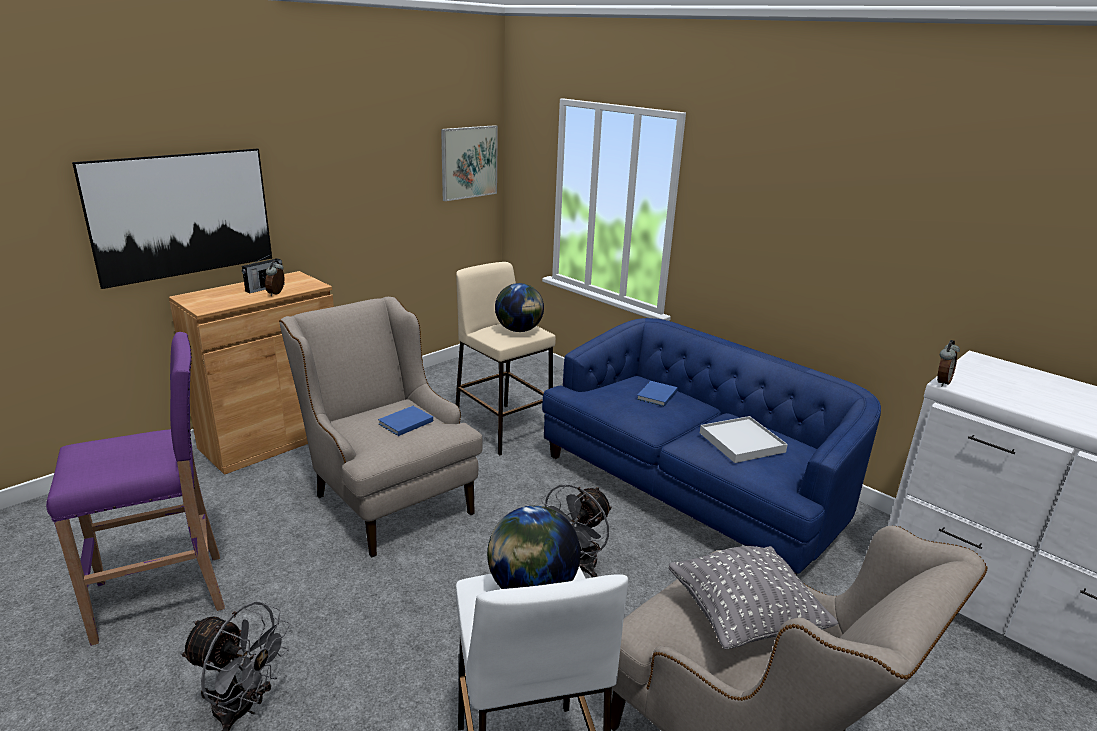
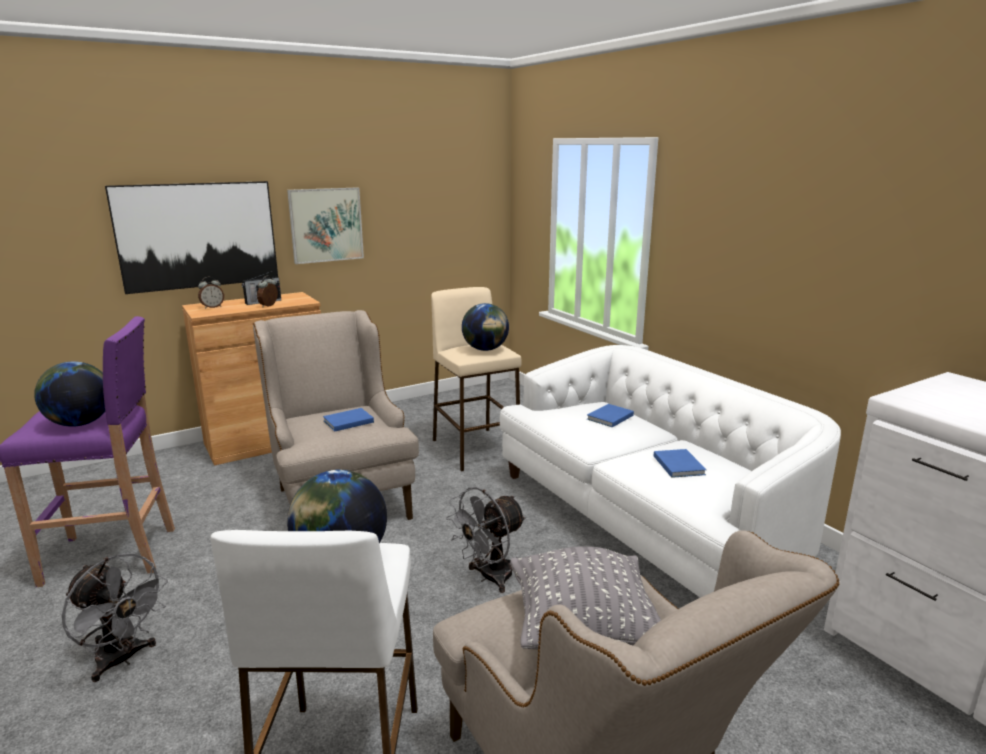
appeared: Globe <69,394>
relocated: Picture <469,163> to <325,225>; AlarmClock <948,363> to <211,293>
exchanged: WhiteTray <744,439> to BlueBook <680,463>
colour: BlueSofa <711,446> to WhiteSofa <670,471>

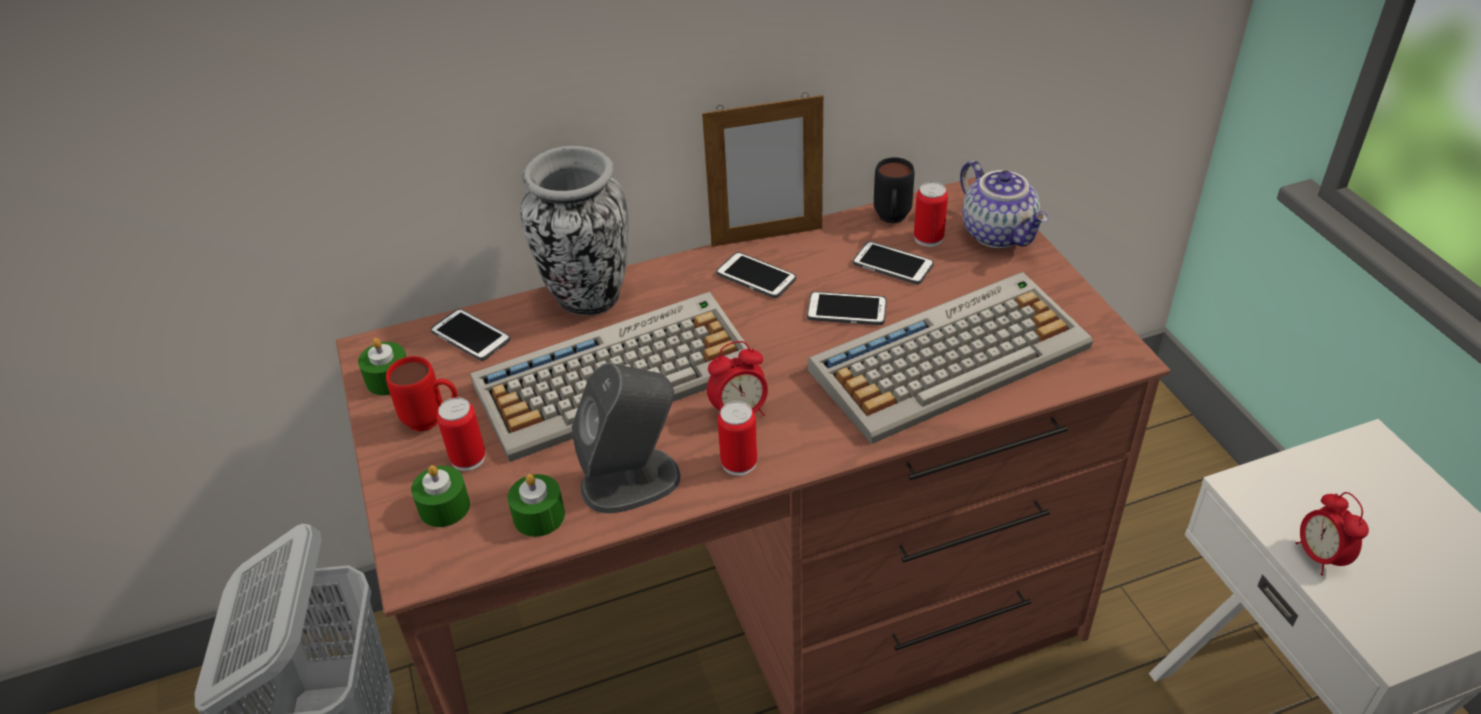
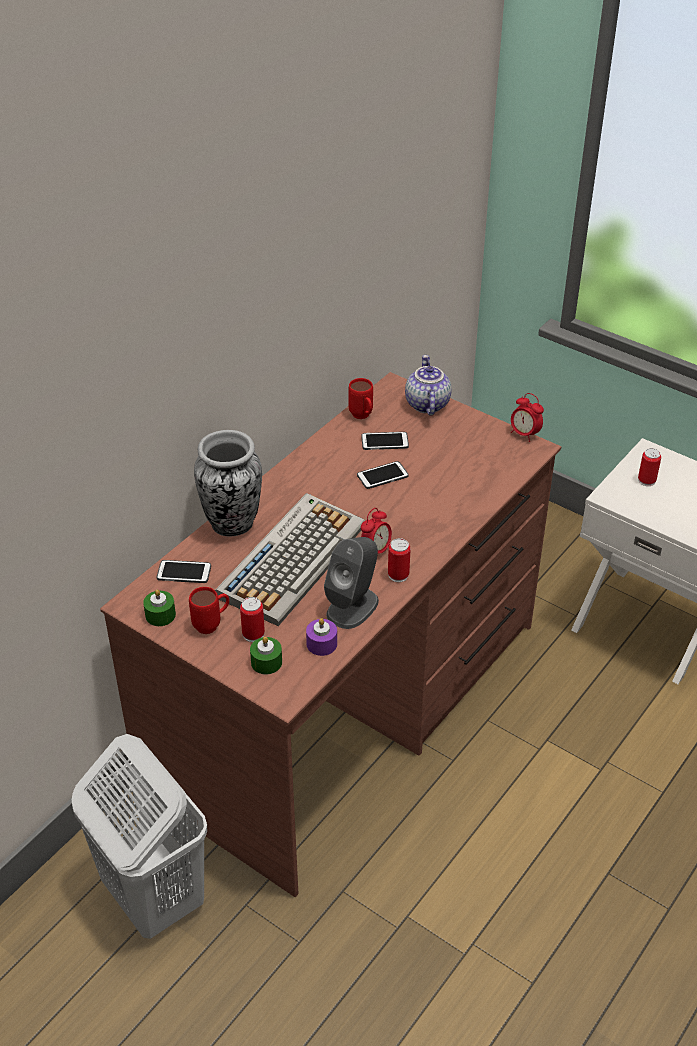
missing: PictureFrame <762,169>; Phone <756,275>; Keyboard <950,358>
relocated: Can <931,214> to <649,467>; AlarmClock <1332,534> to <527,417>
colour: BlackMug <894,190> to RedMug <361,398>; GreenCandle <536,505> to PurpleCandle <321,637>
spun: Teapot <1004,204> = <428,385> 120 degrees counterclockwise

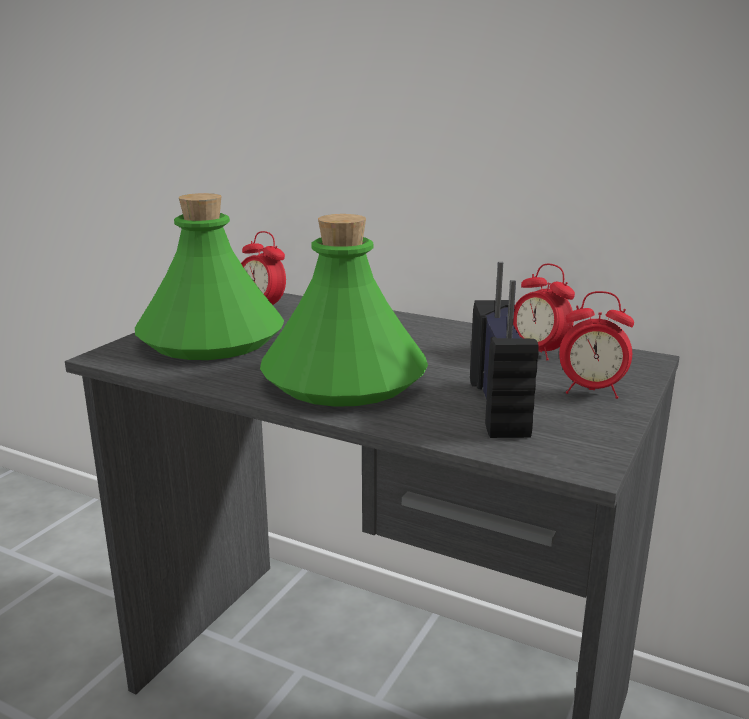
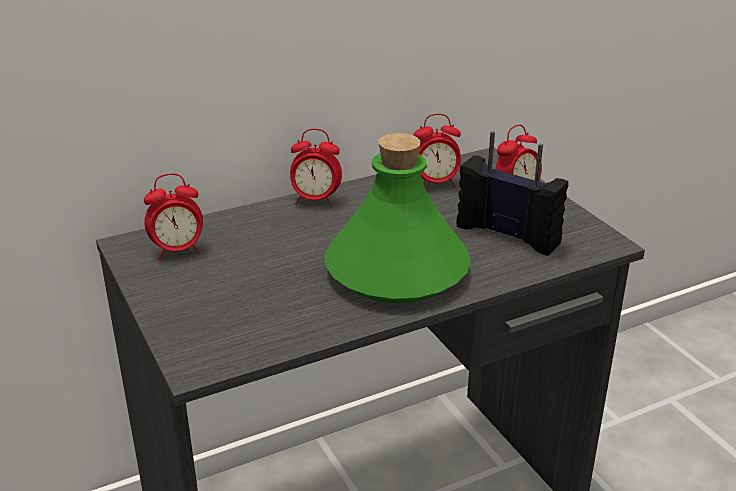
missing: GreenBottle <209,276>
appeared: AlarmClock <316,168>

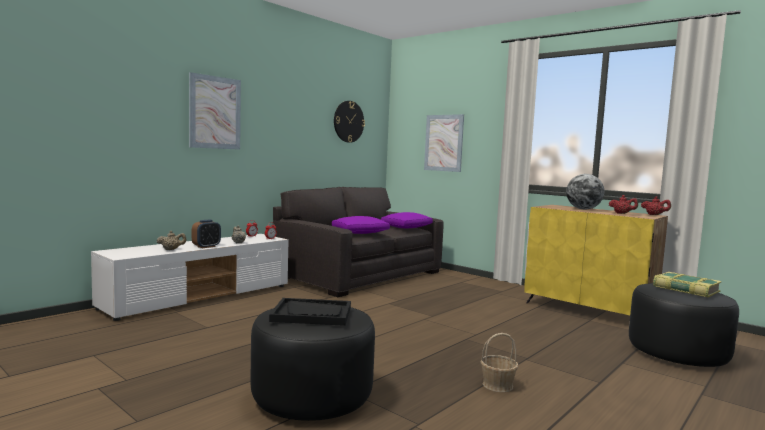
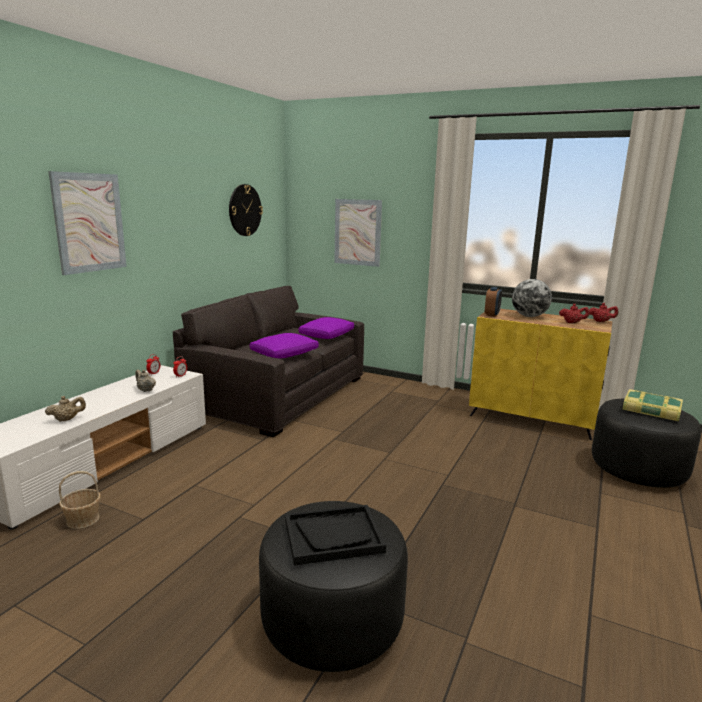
relocated: AlarmClock <206,234> to <493,302>; Basket <499,362> to <80,500>

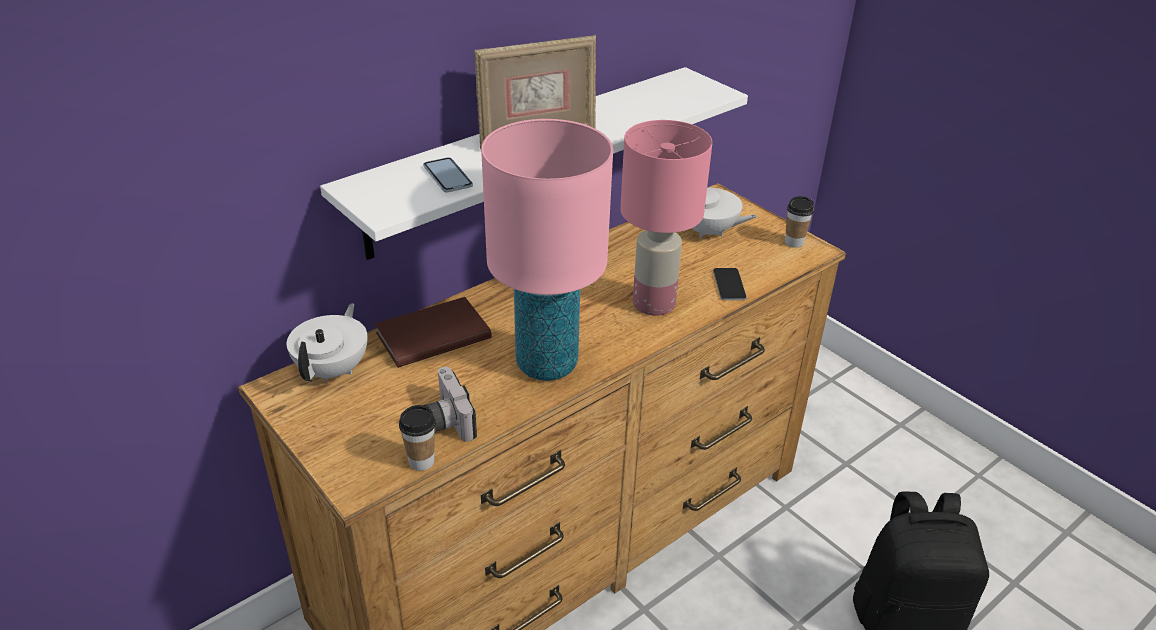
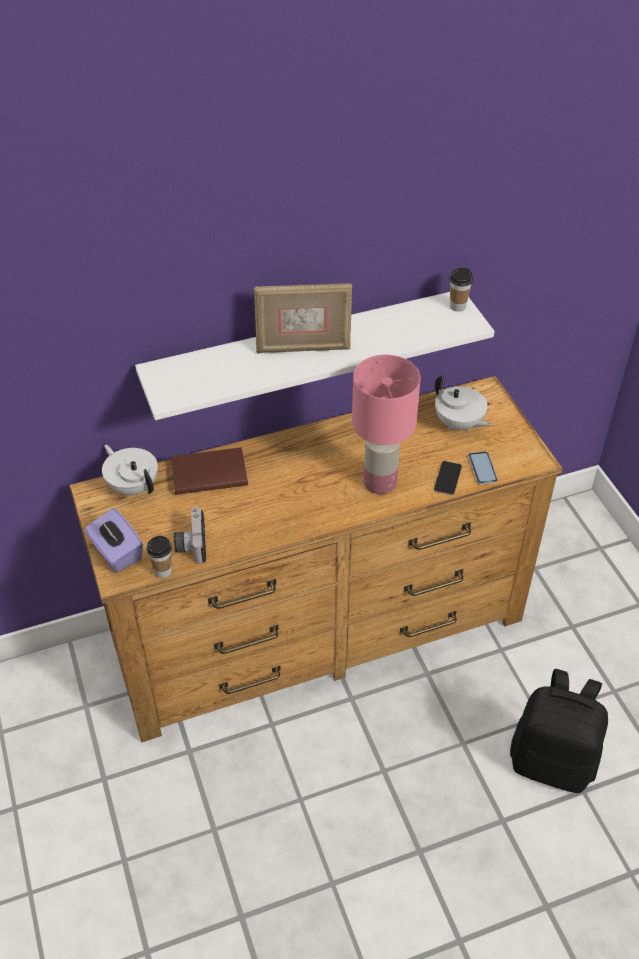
missing: PinkTableLamp <547,250>
appeared: PurpleTissueBox <114,540>
relocated: Phone <448,175> to <483,468>; Cup <799,222> to <461,290>
spun: WhiteTeapot <327,342> = <130,469> 75 degrees counterclockwise

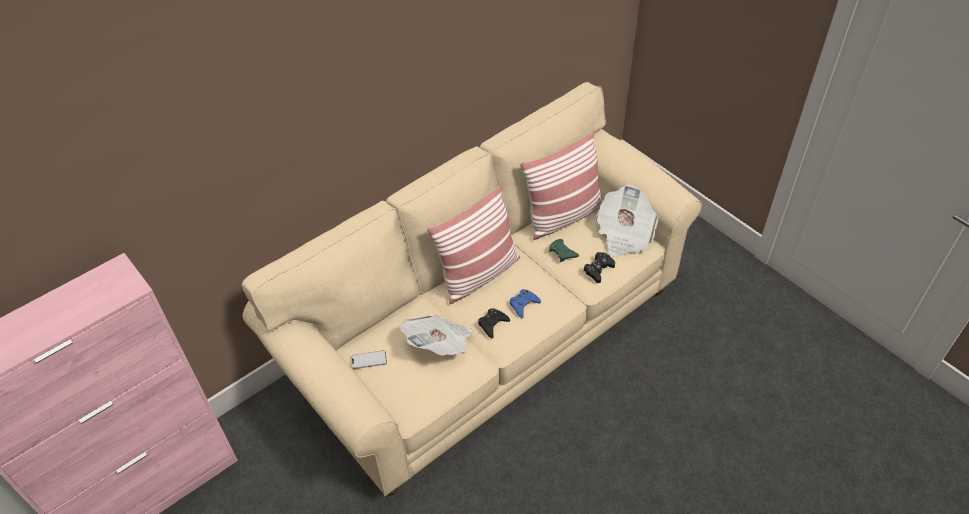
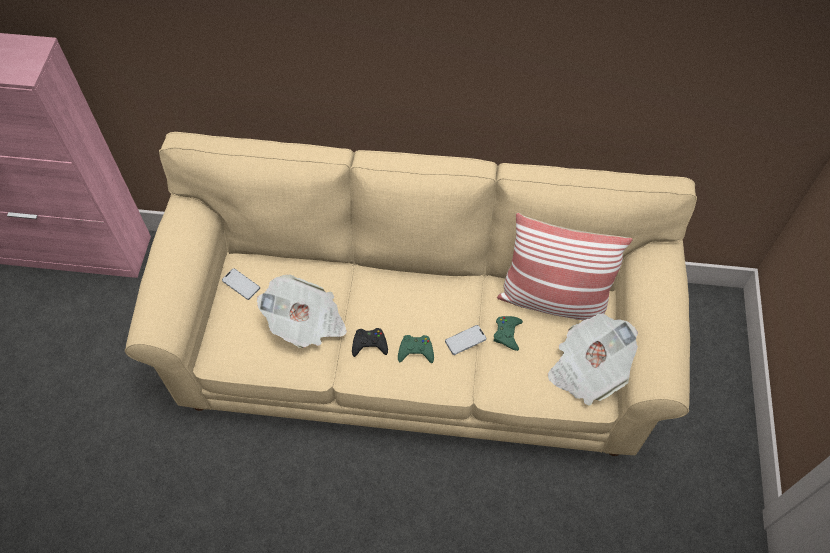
missing: Pillow <473,244>; BlackGameController <599,267>
appeared: Phone <465,340>
colour: BlueGameController <525,303> to GreenGameController <416,349>

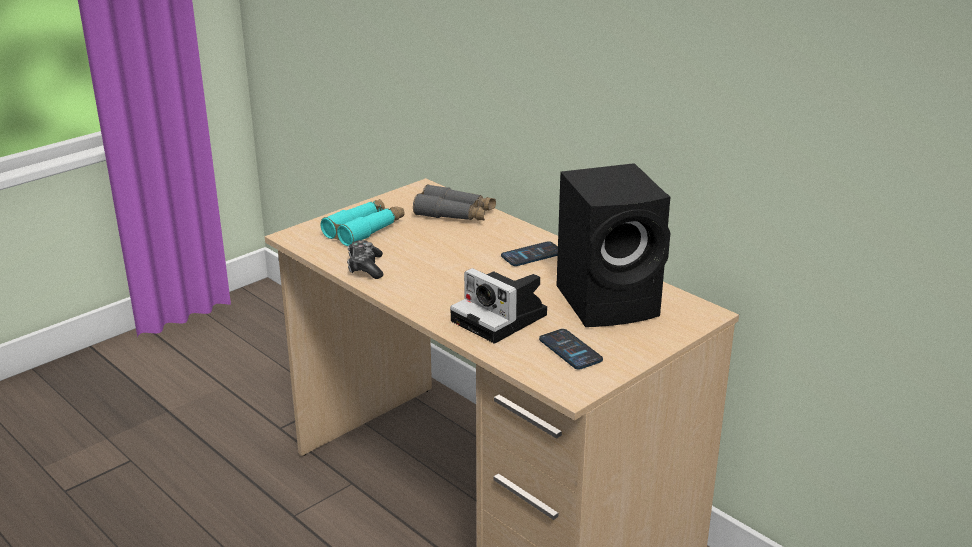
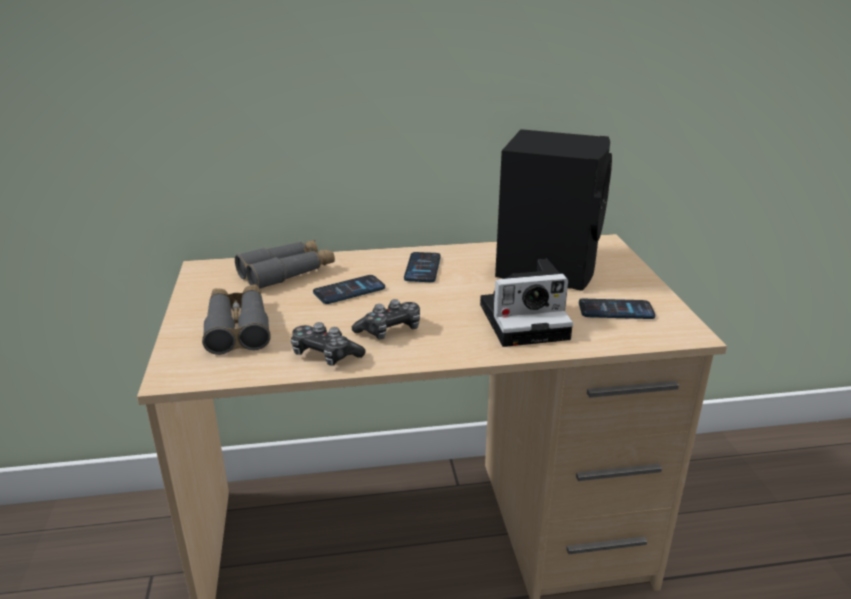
appeared: Phone <349,289>; GameController <386,319>
colour: TurquoiseBinoculars <363,222> to GreyBinoculars <236,319>

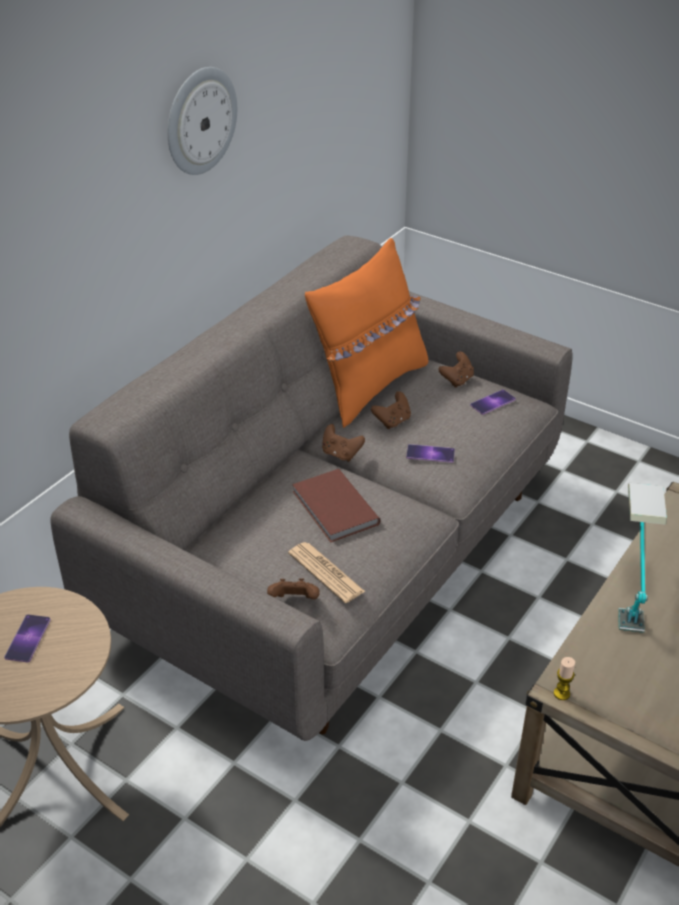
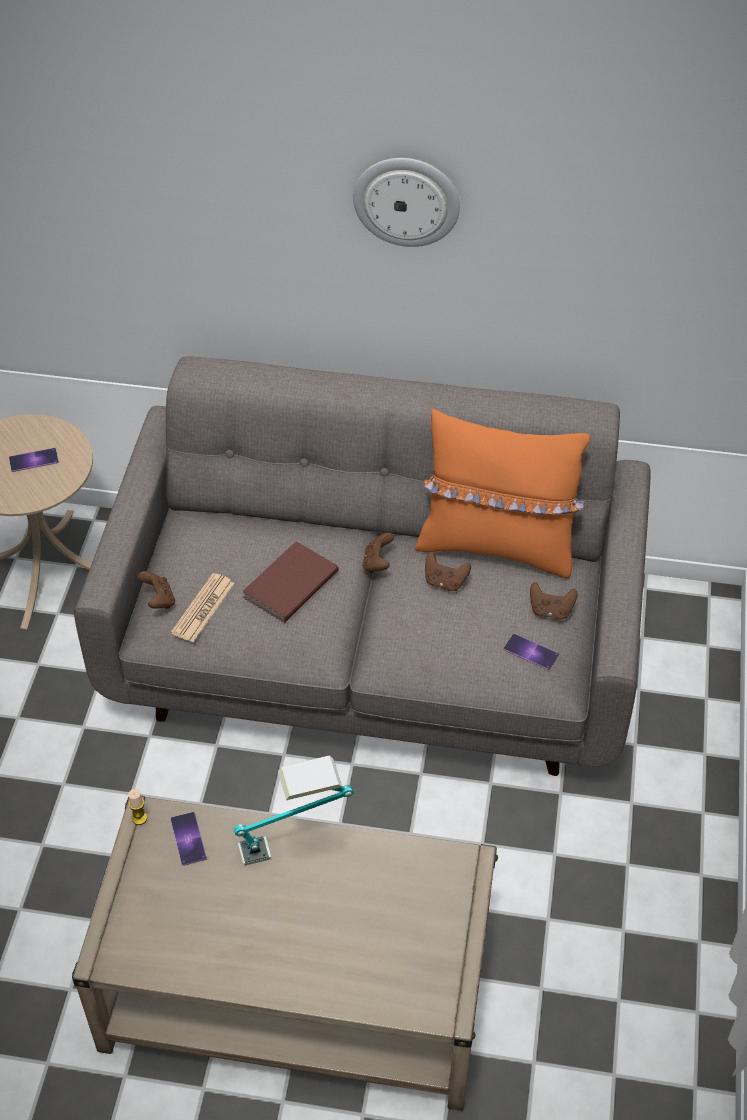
relocated: Phone <430,453> to <188,839>

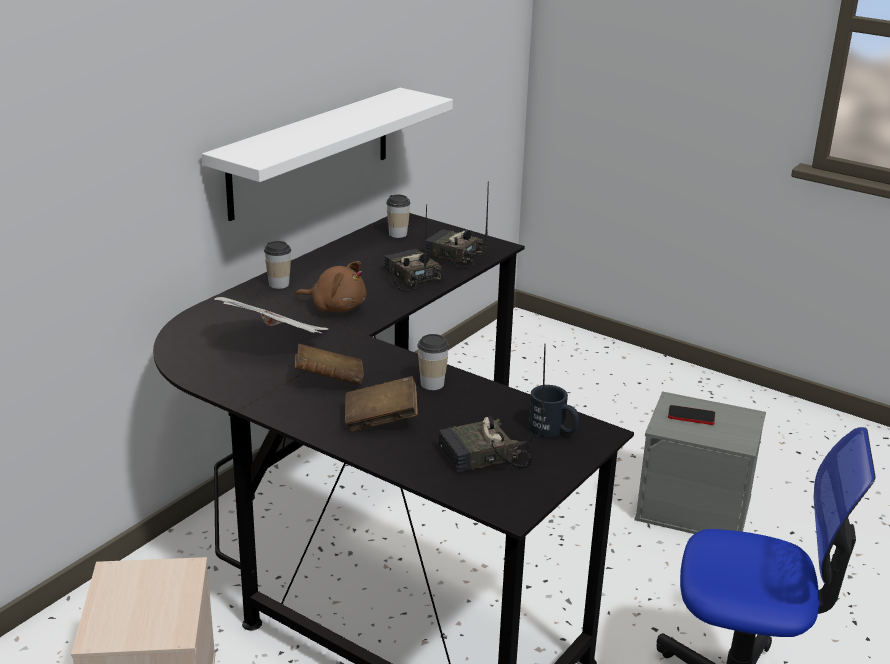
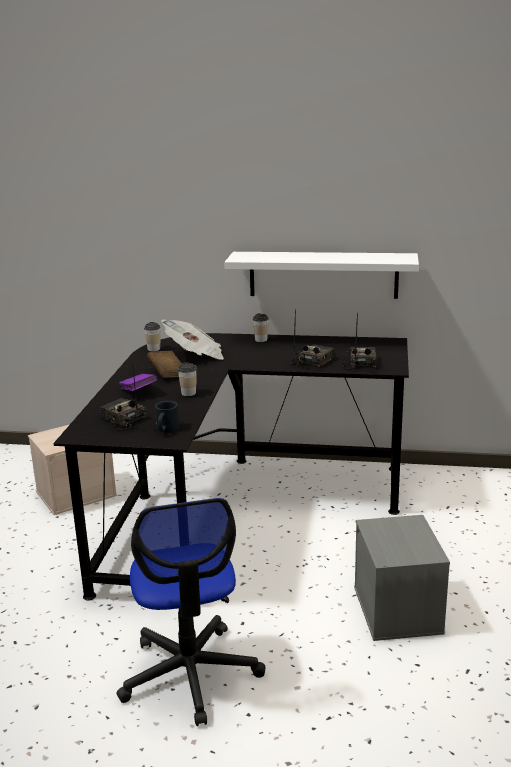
missing: BrownPlushToy <331,287>; Phone <691,415>
relocated: Cup <398,216> to <152,336>
colour: BrownBook <381,404> to PurpleBook <138,382>

